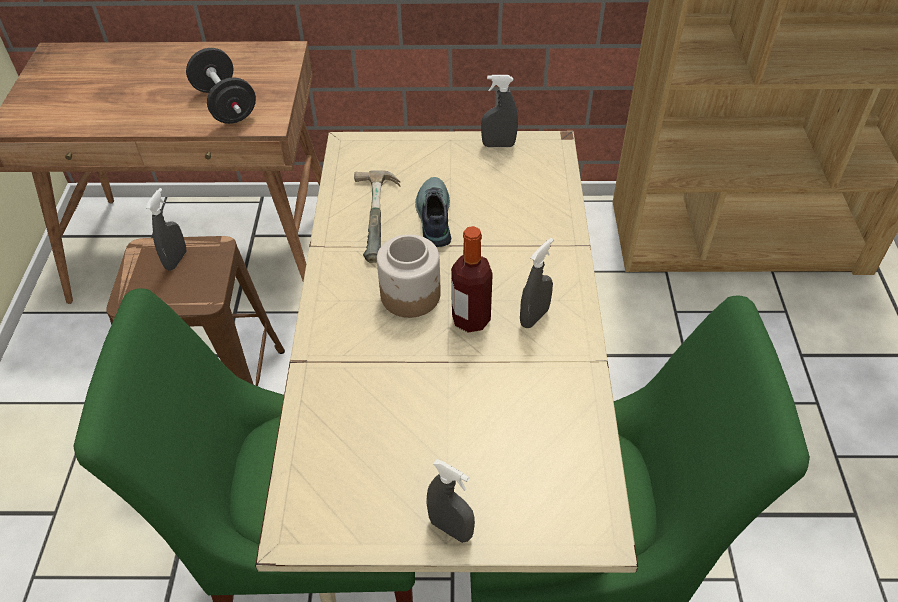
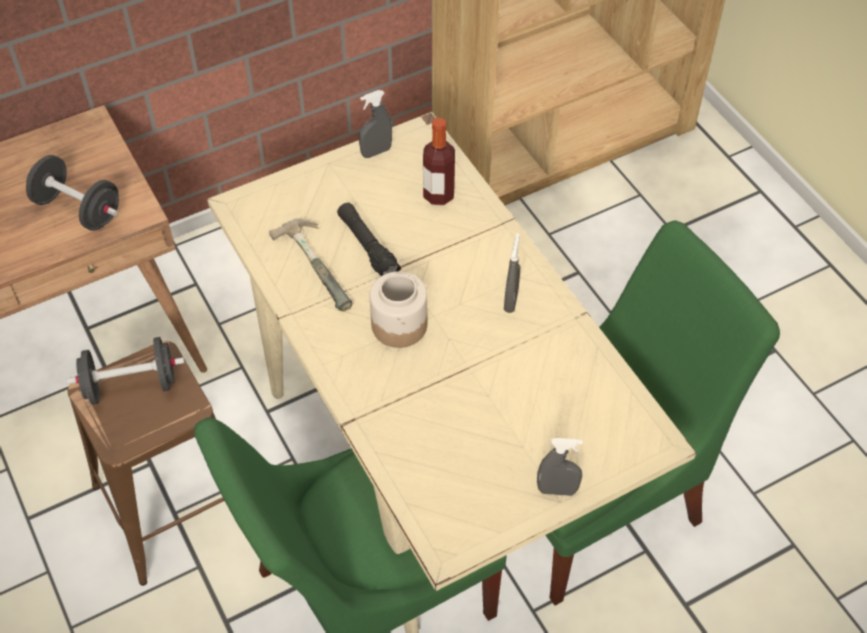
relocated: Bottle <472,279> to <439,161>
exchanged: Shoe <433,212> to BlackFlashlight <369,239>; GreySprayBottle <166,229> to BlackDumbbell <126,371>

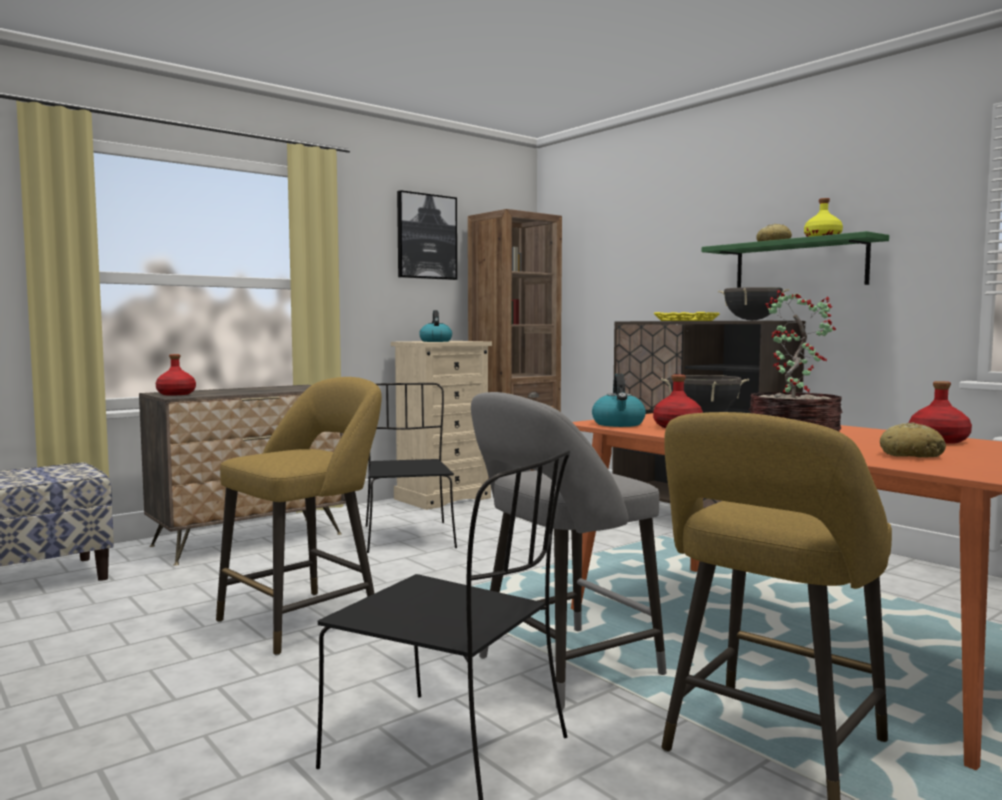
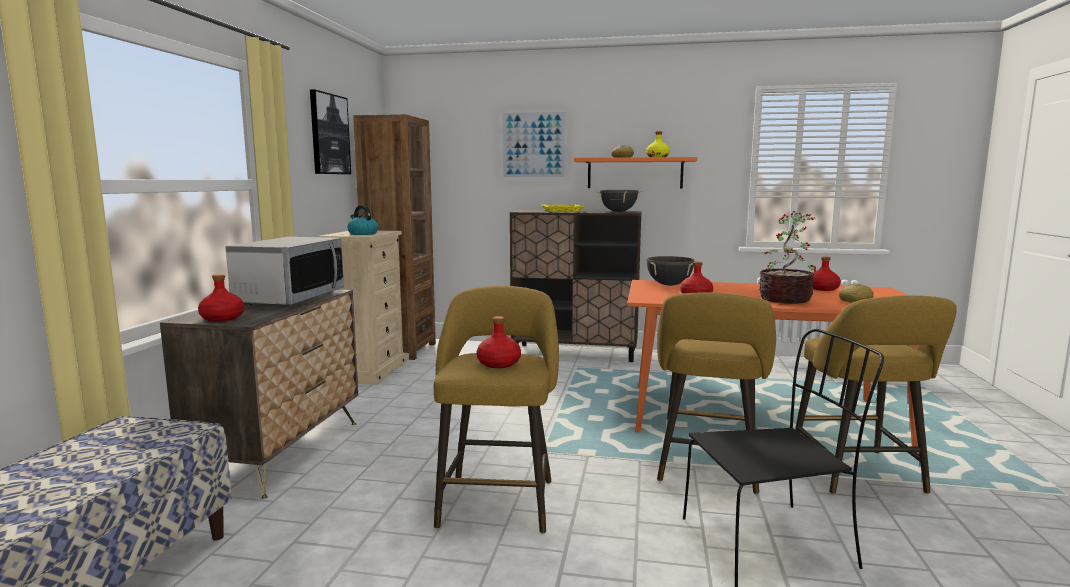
missing: Kettle <619,400>; BlackChair <411,468>
appeared: Picture <534,144>; Microwave <285,271>; RedBottle <499,342>
colour: GreenShelf <795,259> to OrangeShelf <636,173>; GreyStool <568,551> to YellowStool <716,393>

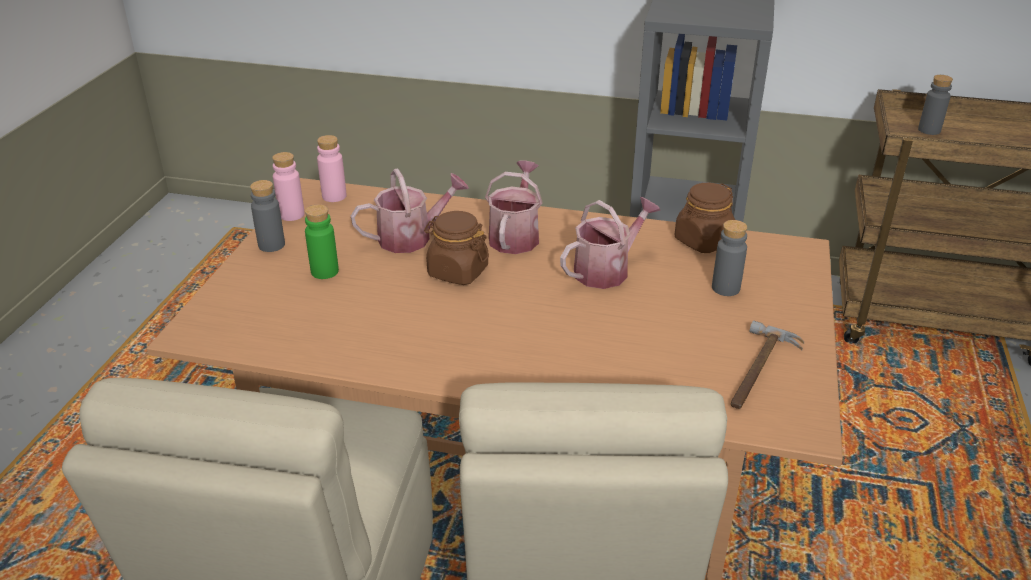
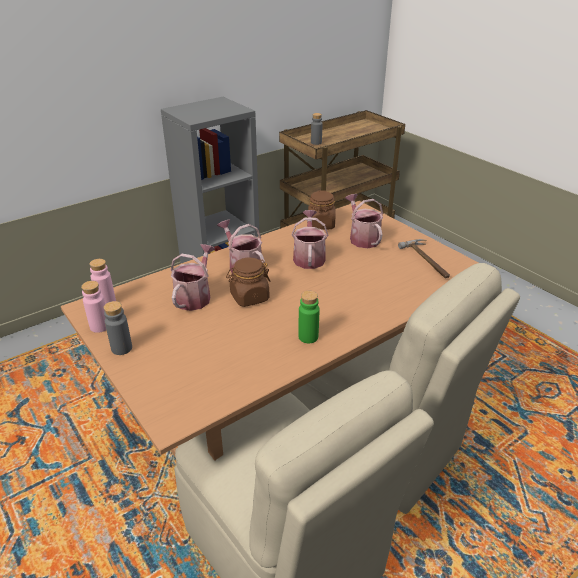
relocated: GreenBottle <322,241> to <308,317>
exchanged: GreyBottle <730,258> to WateringCan <364,221>

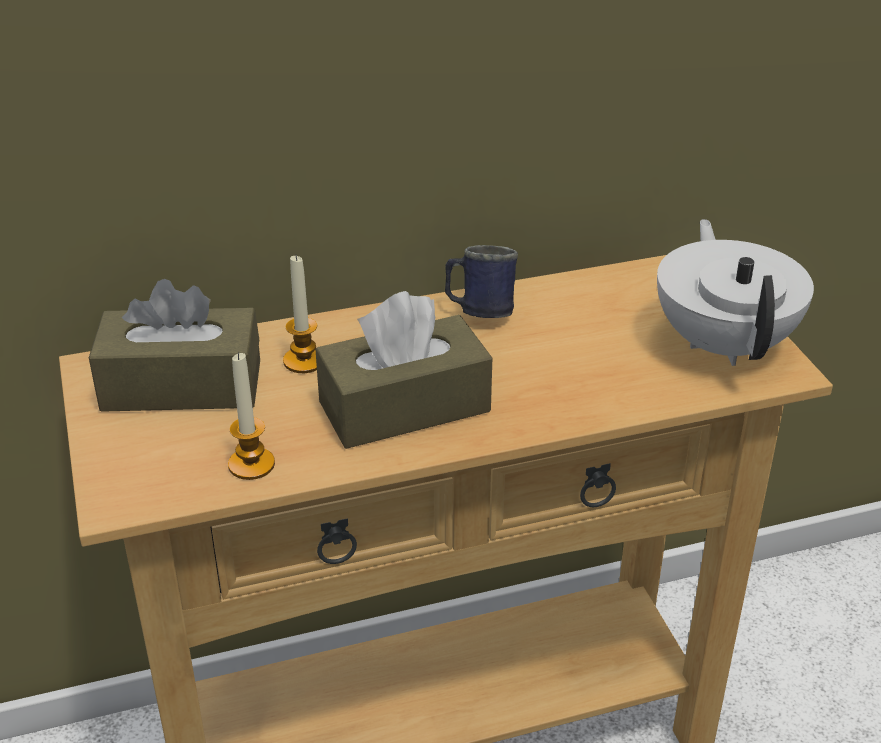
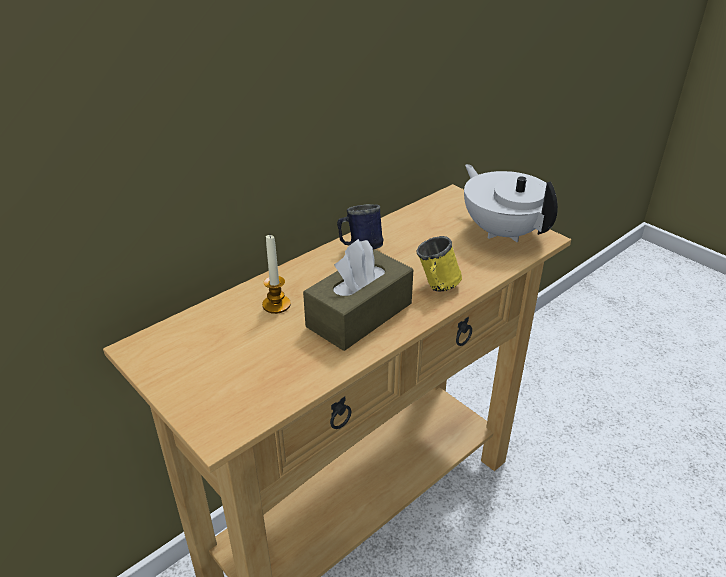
missing: BrownTissueBox <174,345>; Candle <251,416>
appeared: YellowMug <439,264>

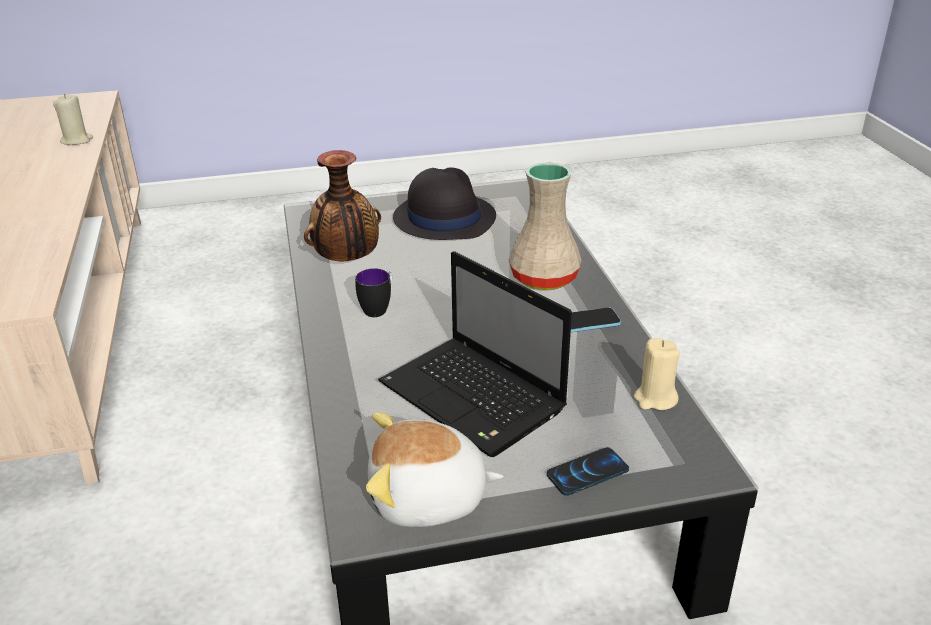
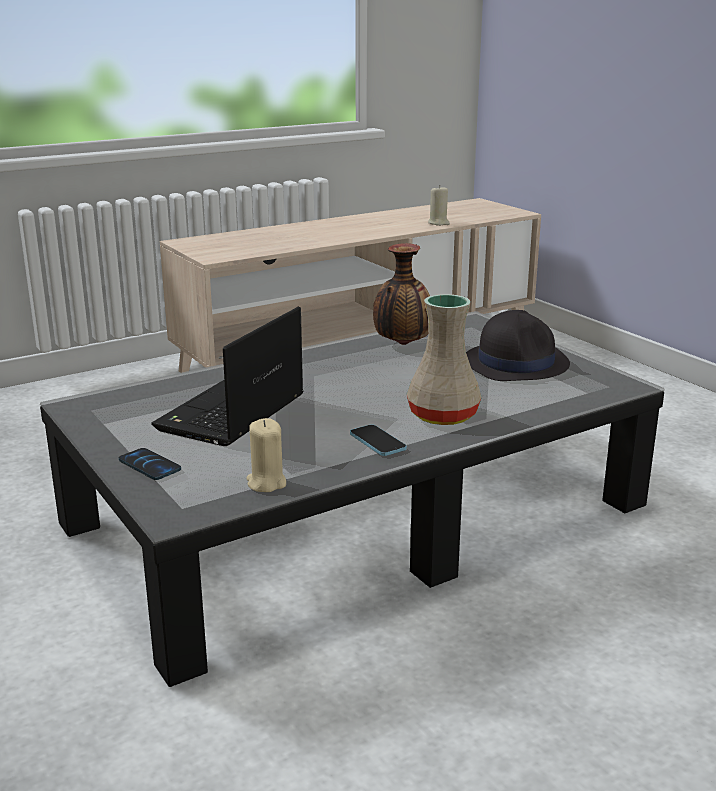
missing: Mug <373,292>; PlushToy <434,469>

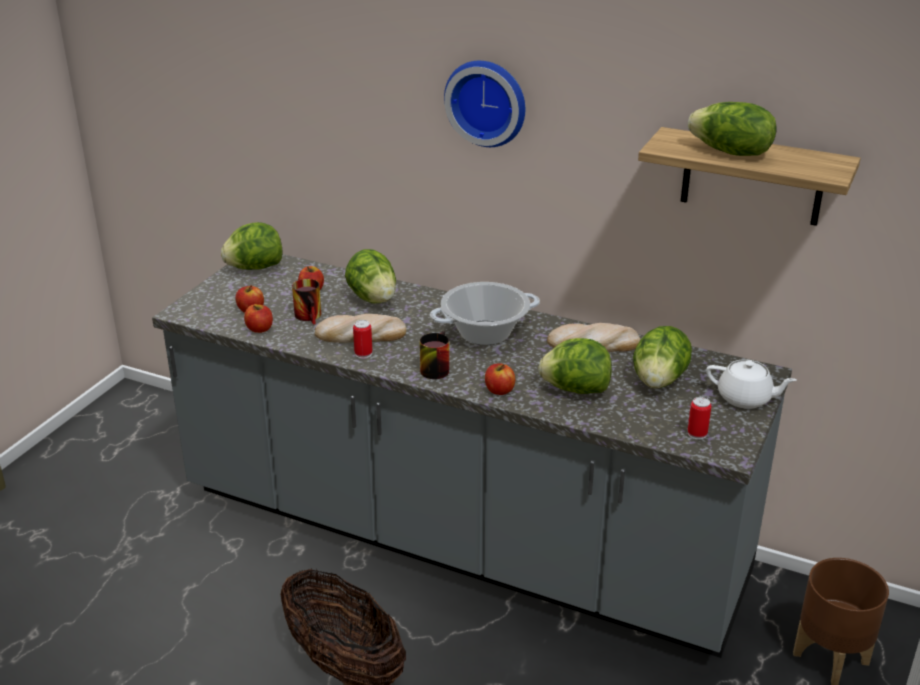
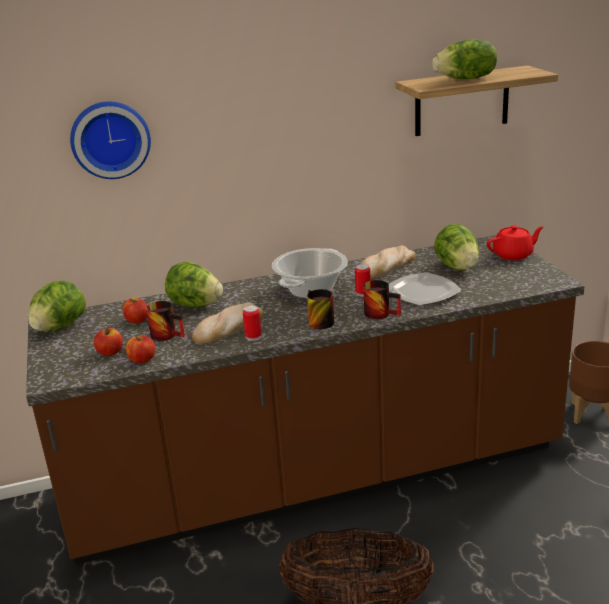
relocated: WallClock <484,104> to <110,140>; Can <699,418> to <363,280>
exchanged: Lettuce <575,366> to Plate <425,289>; Apple <500,379> to Mug <382,299>
colour: GreyCounter <472,456> to BrownCounter <305,400>; WhiteTeapot <751,384> to RedTeapot <515,242>

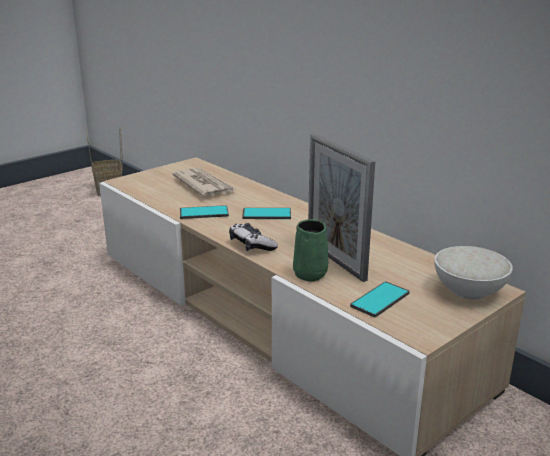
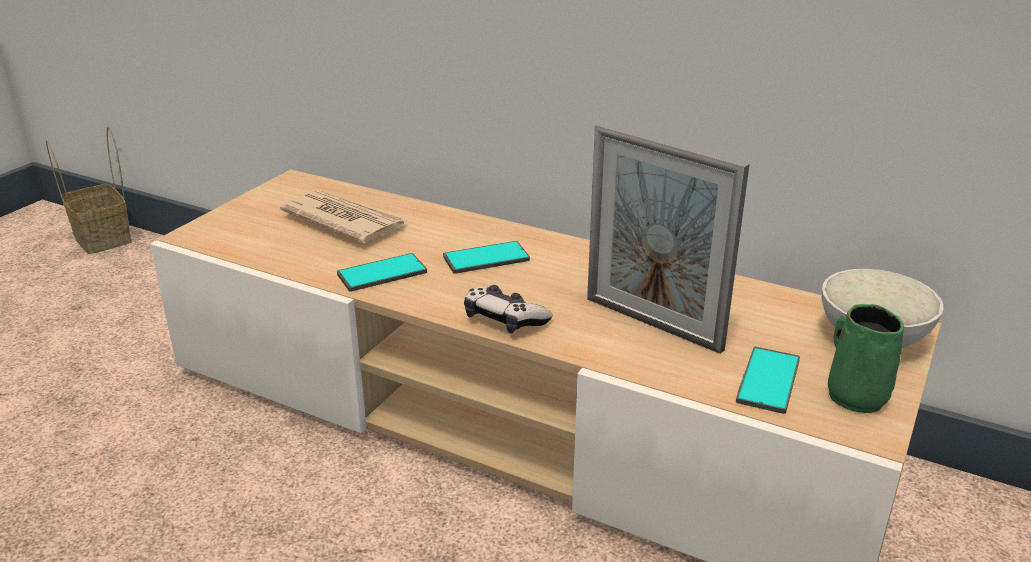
relocated: GreenMug <310,250> to <866,358>

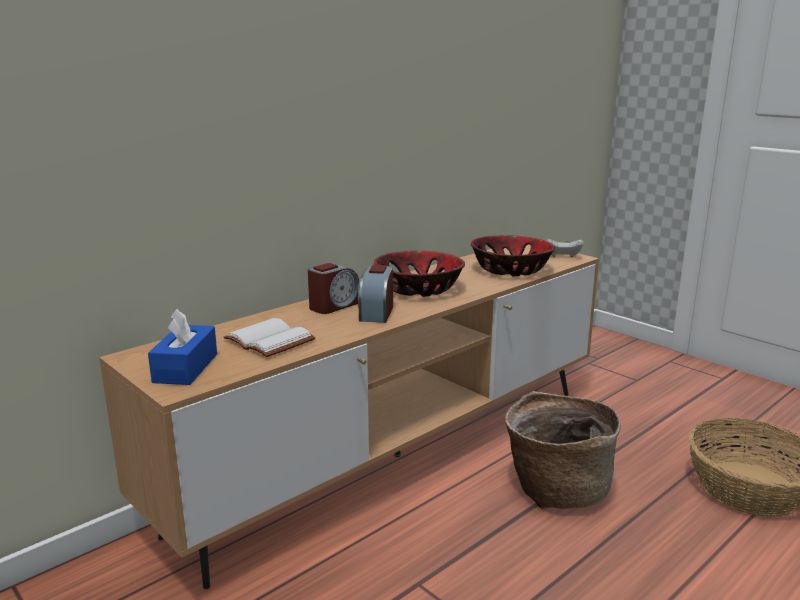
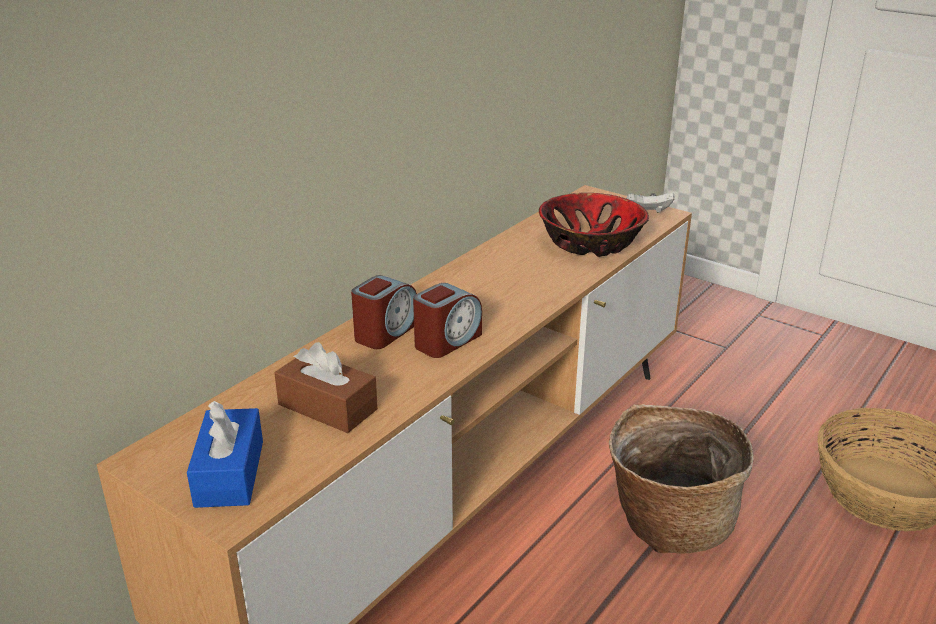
missing: Bowl <419,274>
exchanged: WhiteBook <270,337> to BrownTissueBox <326,387>
spun: AlarmClock <375,294> = <447,320> 135 degrees counterclockwise

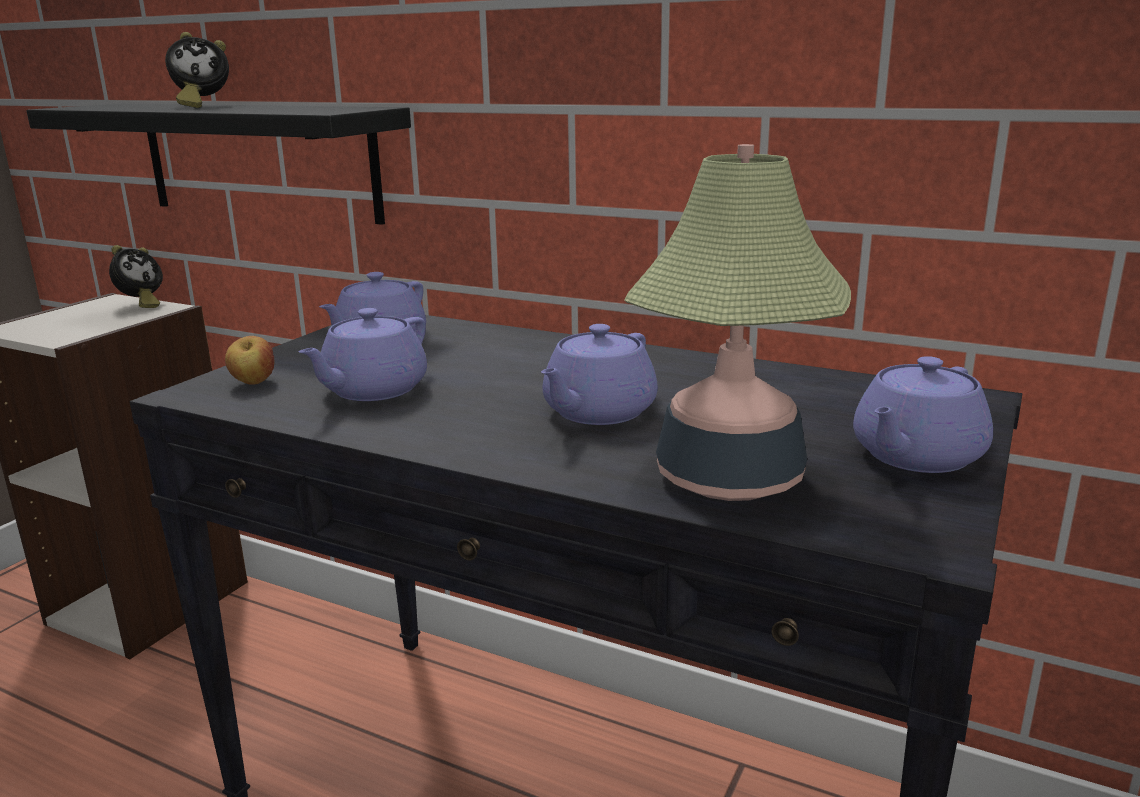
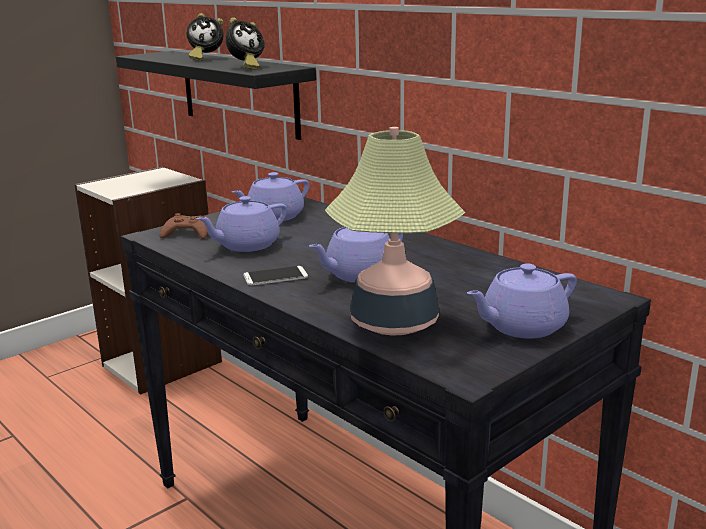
appeared: Phone <275,275>
relocated: AlarmClock <136,276> to <245,43>
exchanged: Apple <249,360> to BrownGameController <183,226>

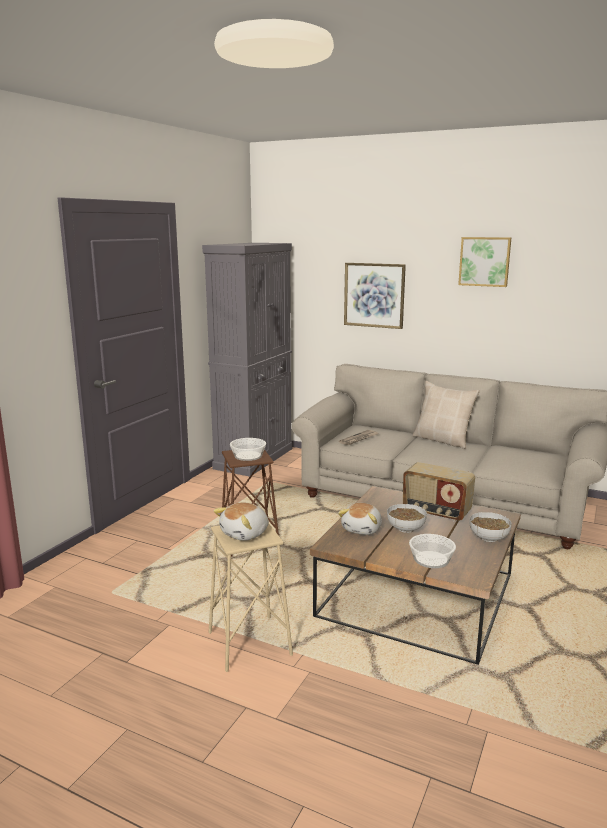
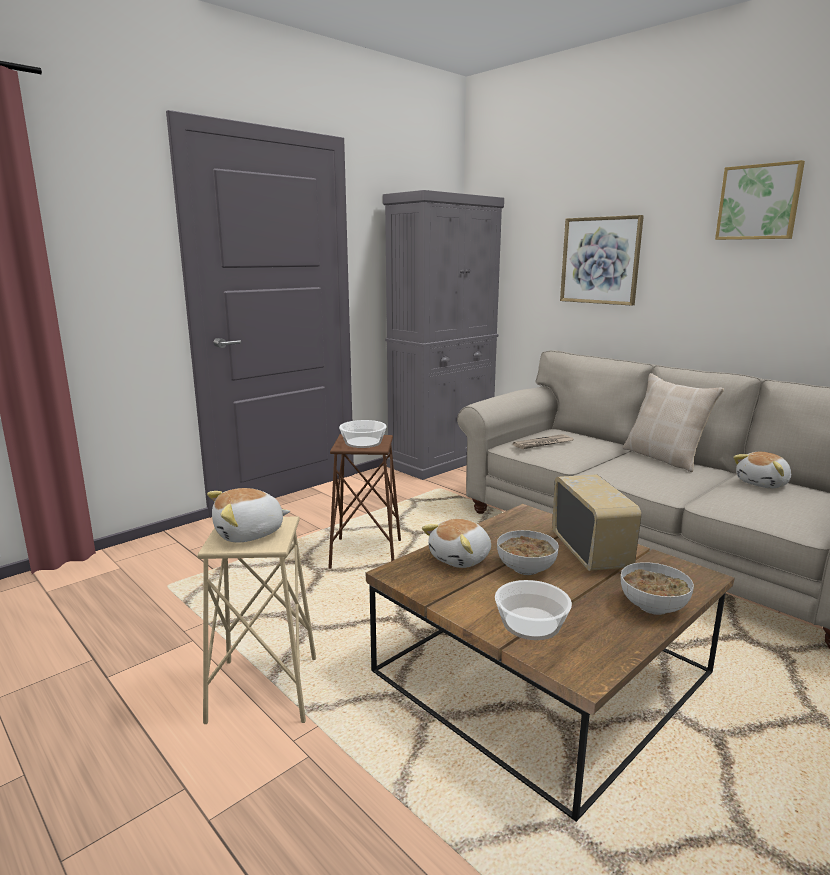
appeared: PlushToy <762,470>
spun: Radio <439,491> = <596,522> 150 degrees counterclockwise

